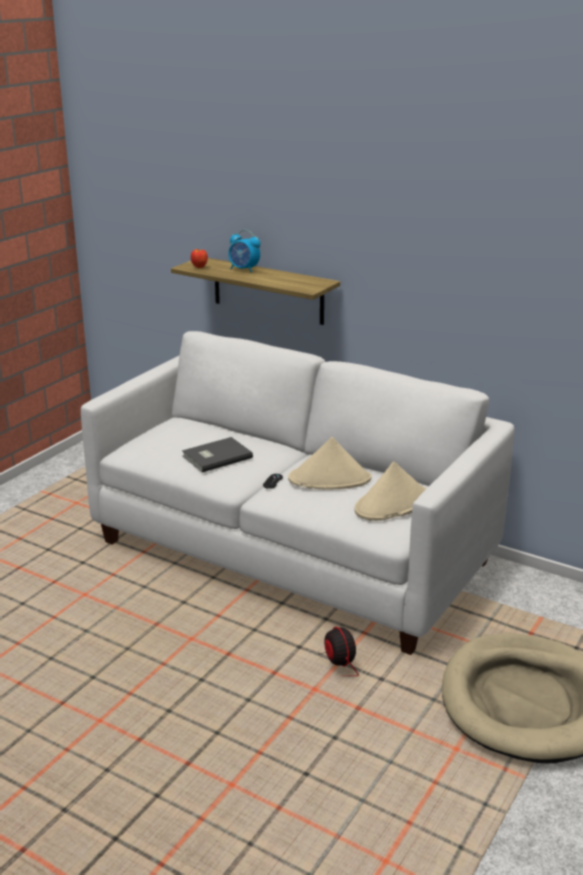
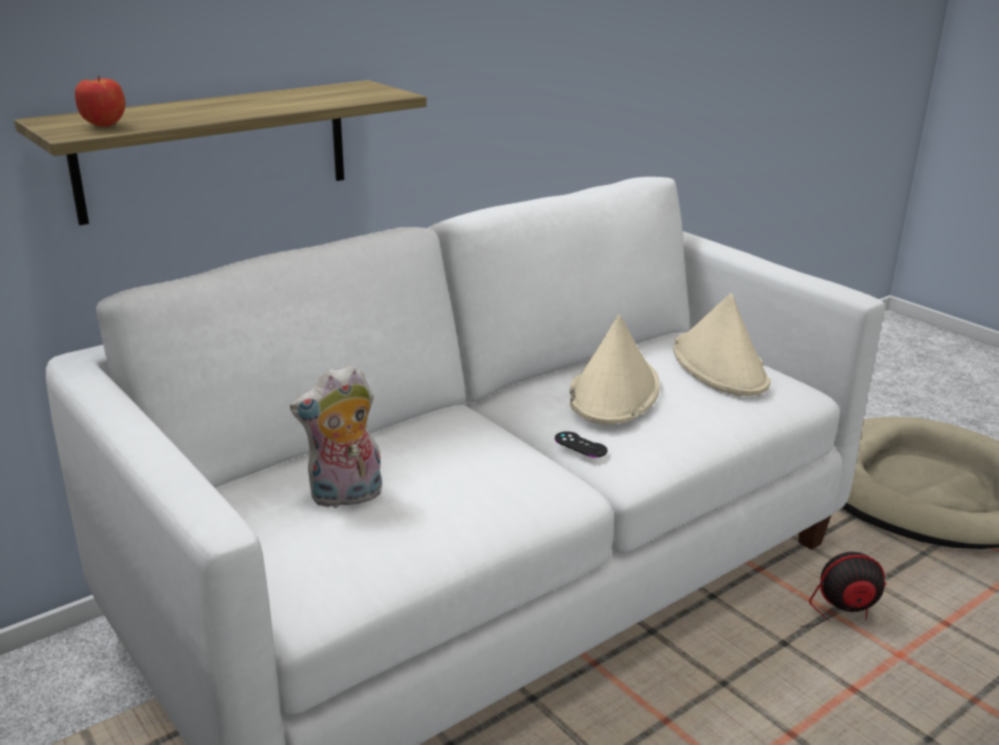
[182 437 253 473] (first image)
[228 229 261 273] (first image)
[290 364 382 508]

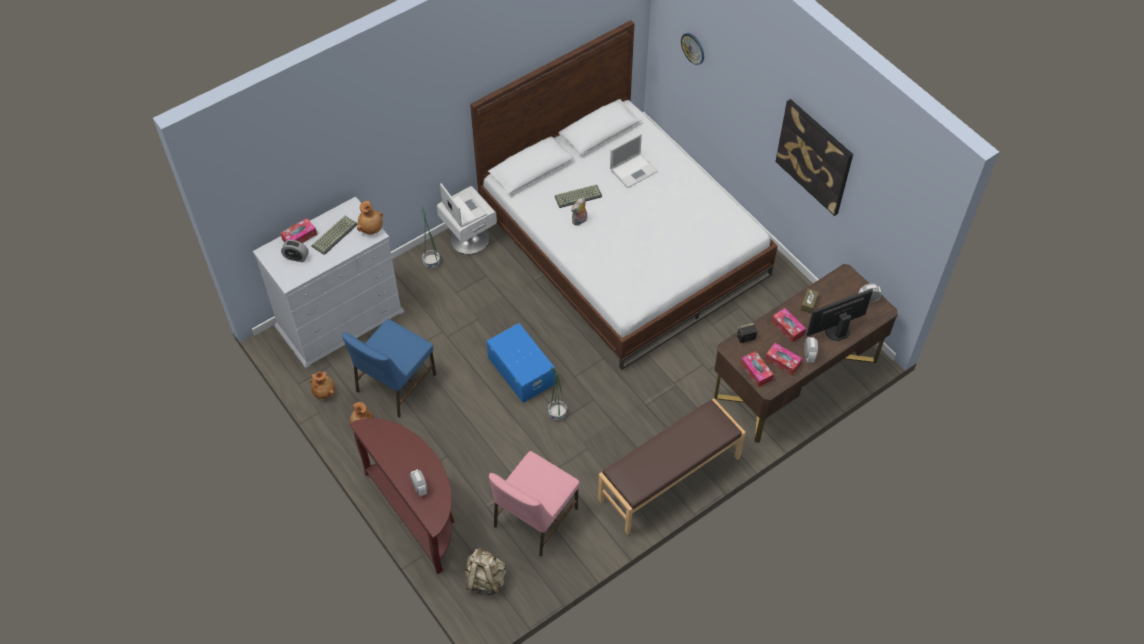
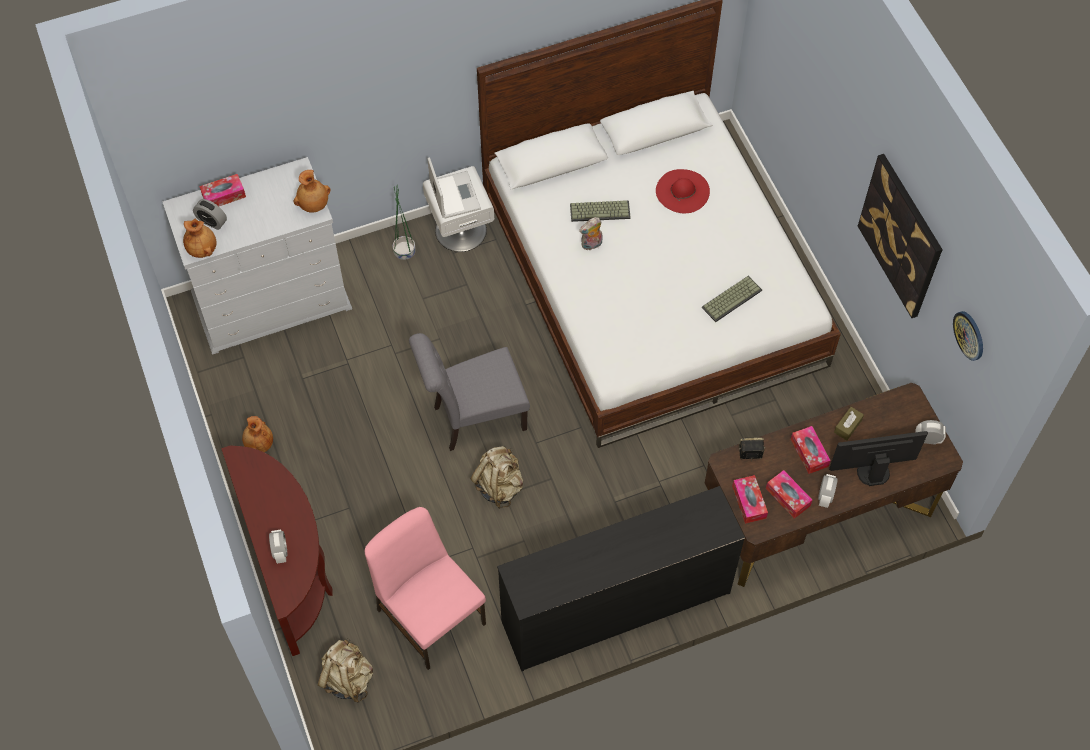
[342 319 436 418] (first image)
[183 219 217 258]
[702 276 762 322]
[953 311 983 361]
[409 333 530 451]
[471 446 523 509]
[497 486 745 671]
[656 169 710 213]
[365 507 486 670]

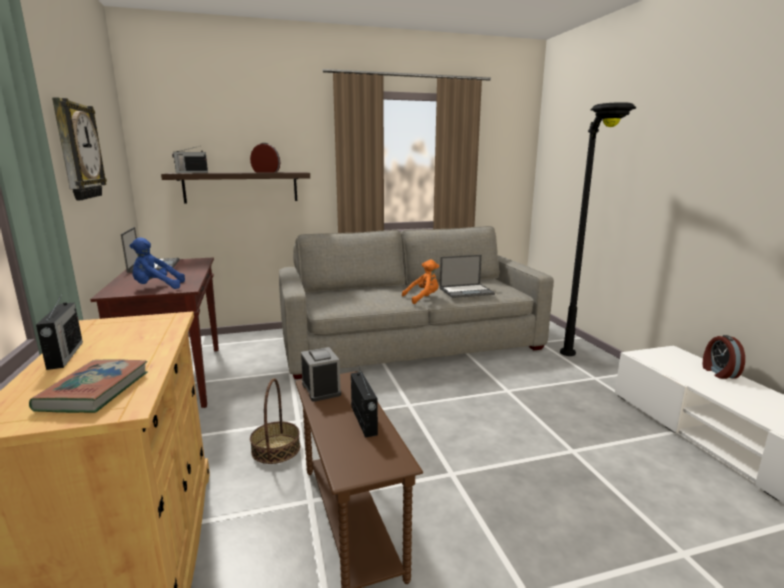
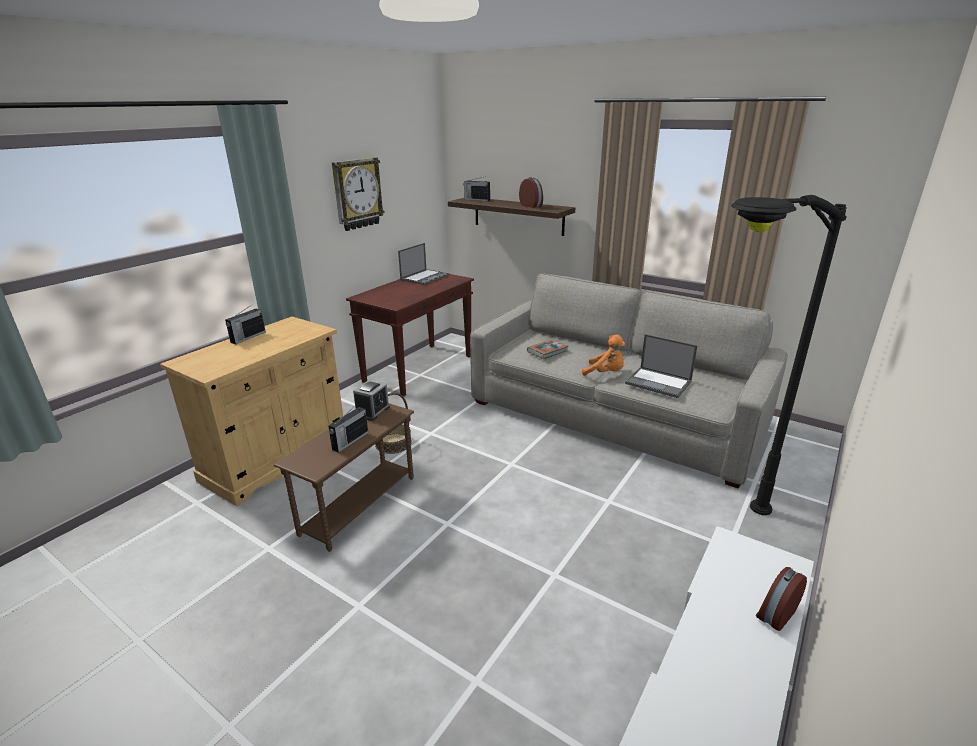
[129 238 185 289] (first image)
[527 339 569 359]

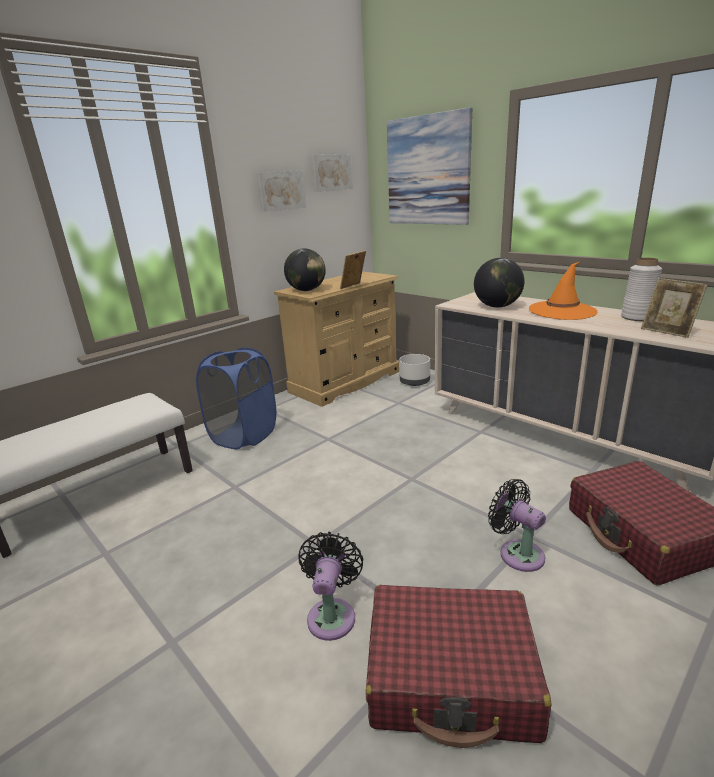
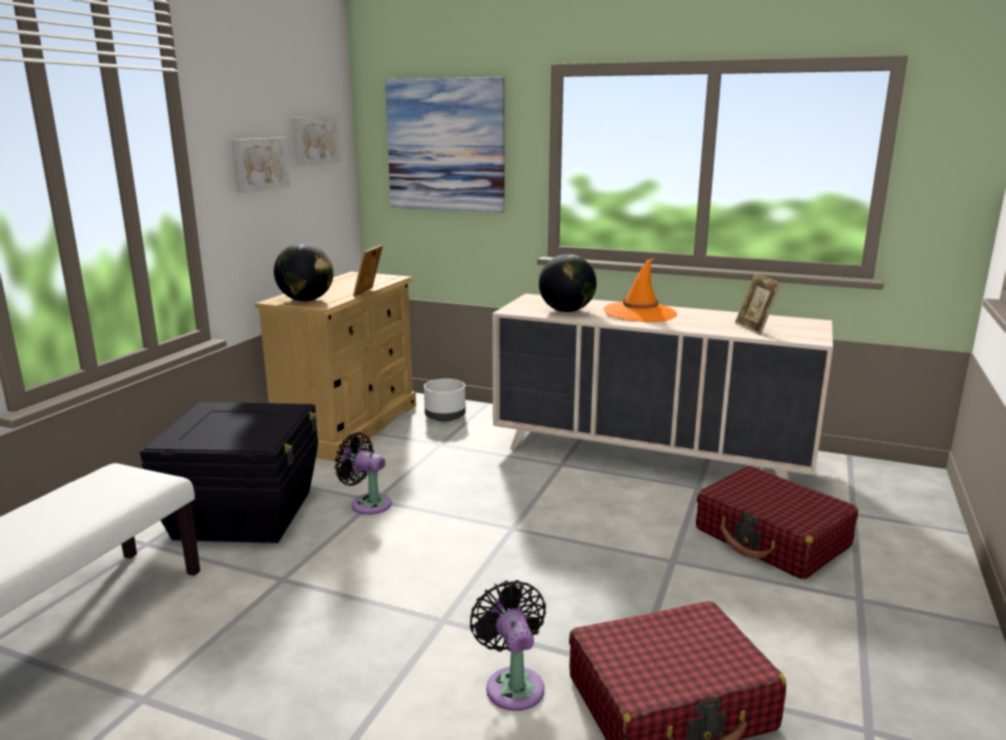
[621 258 662 321] (first image)
[334 433 392 515]
[140 402 318 543]
[735 273 782 335]

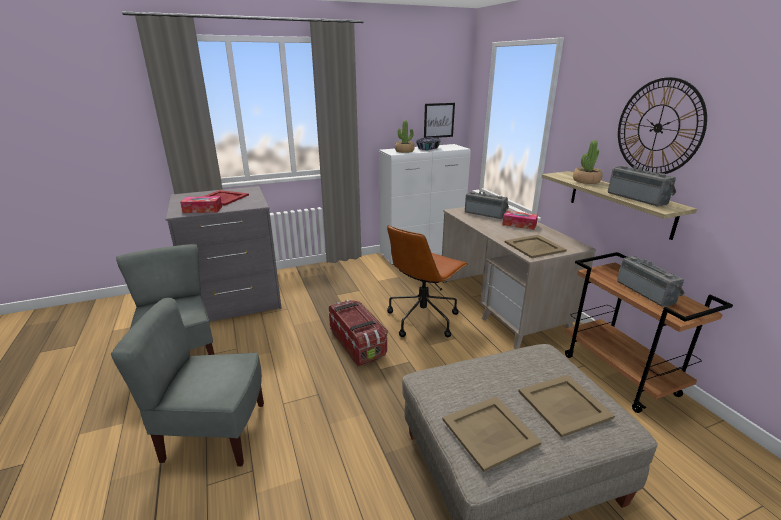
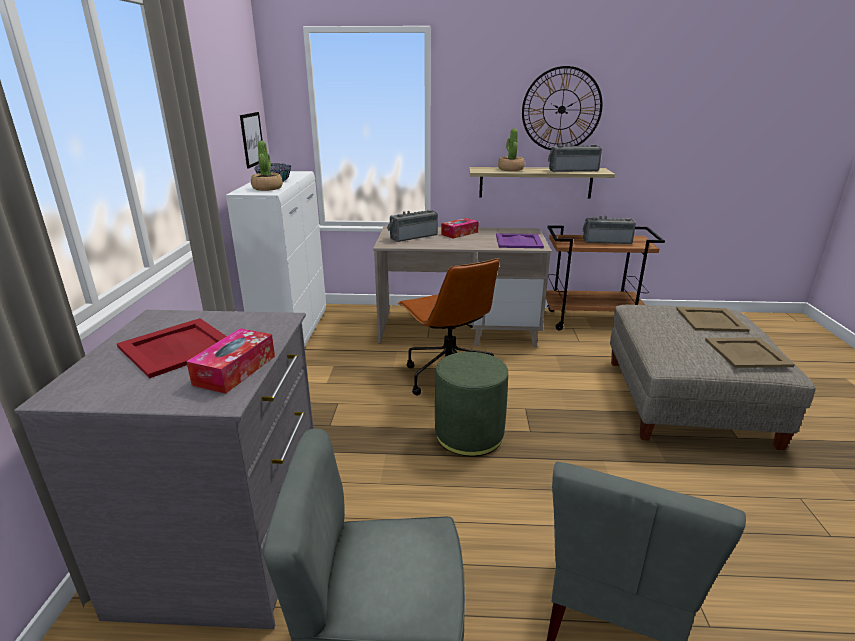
[435 352 508 457]
[496 233 544 248]

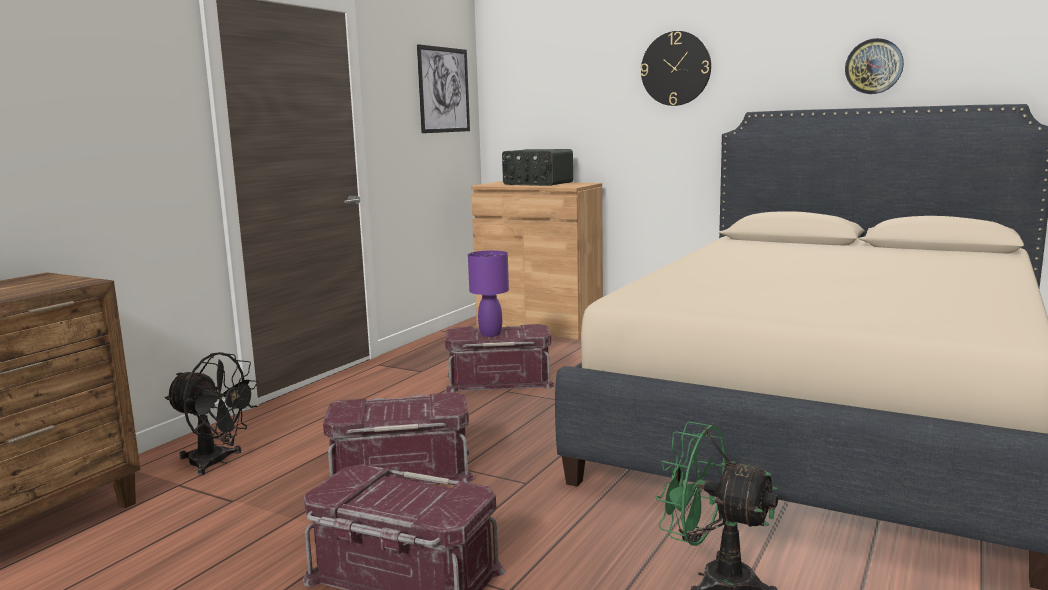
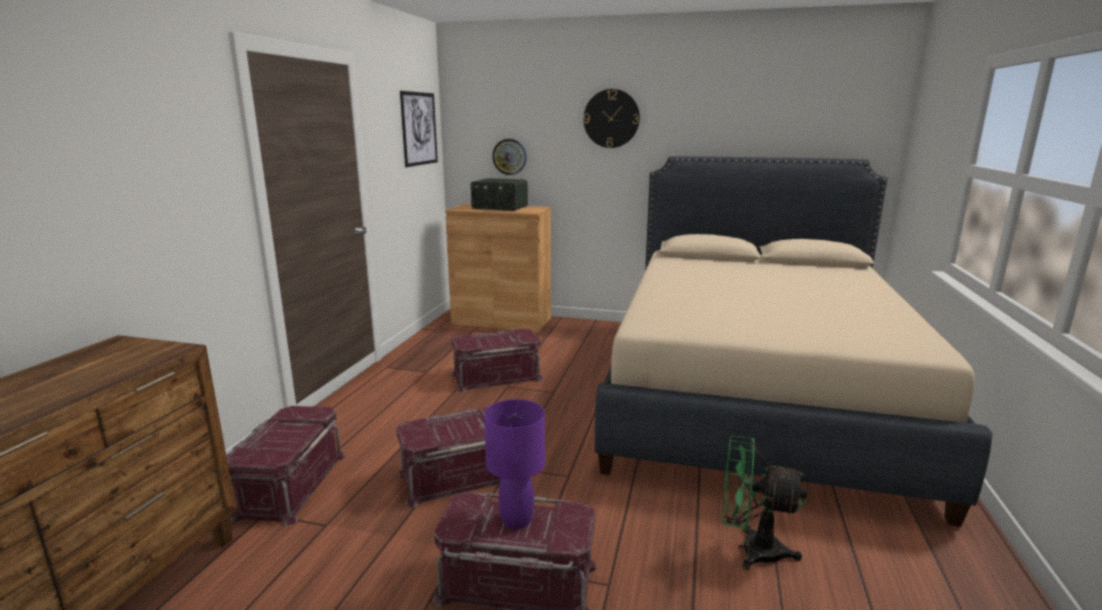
[484 399 545 529]
[492 139 527 175]
[227 406 346 526]

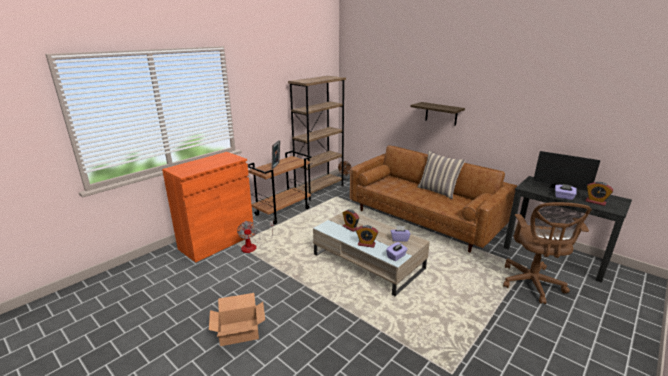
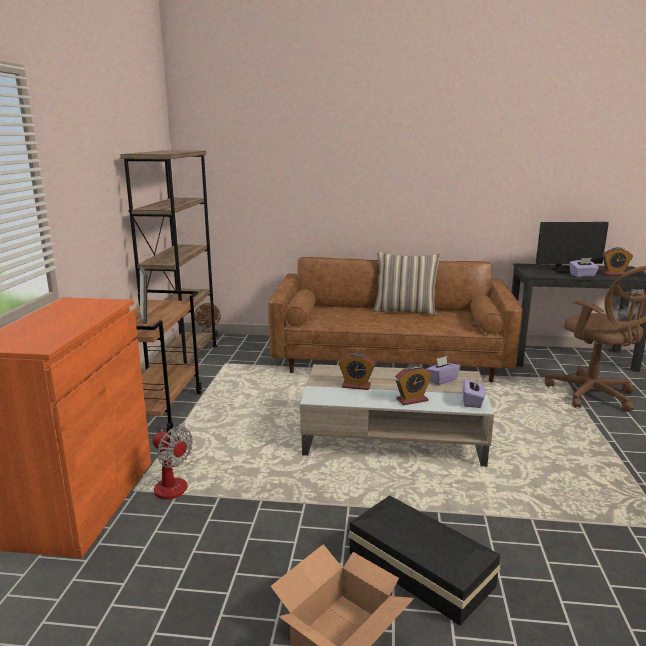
[410 102 465 126] (first image)
[348 495 501 625]

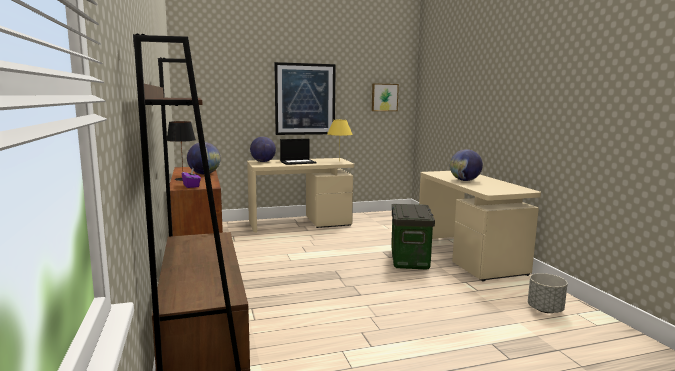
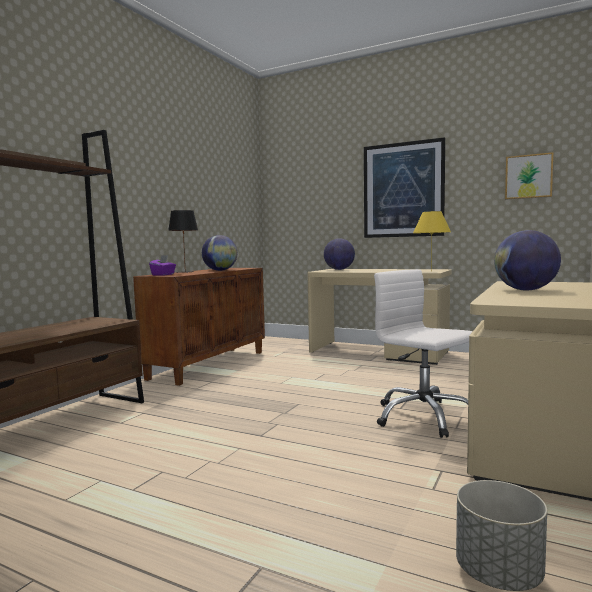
[280 139 317 165] (first image)
[374 269 473 438]

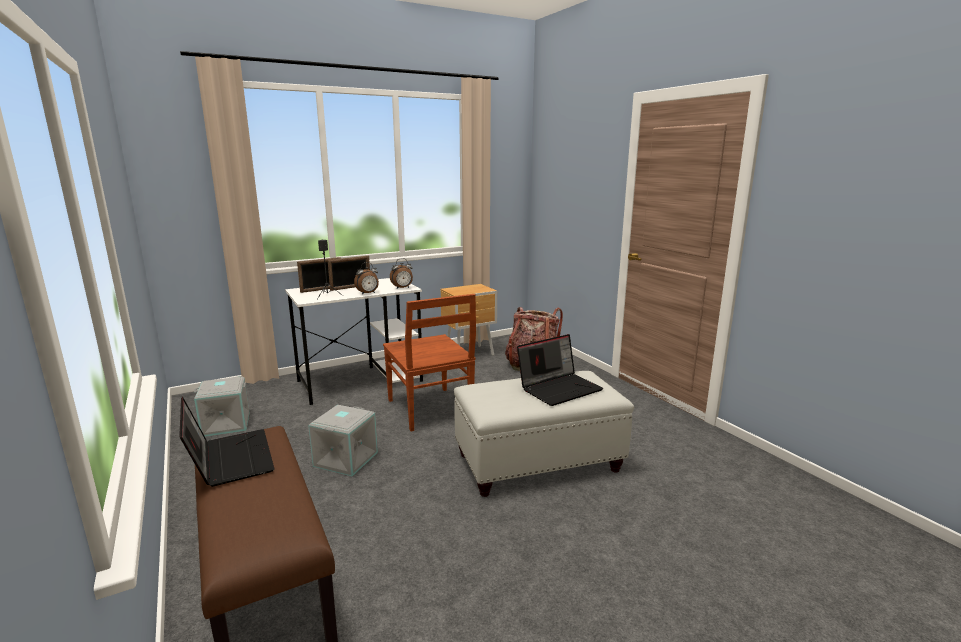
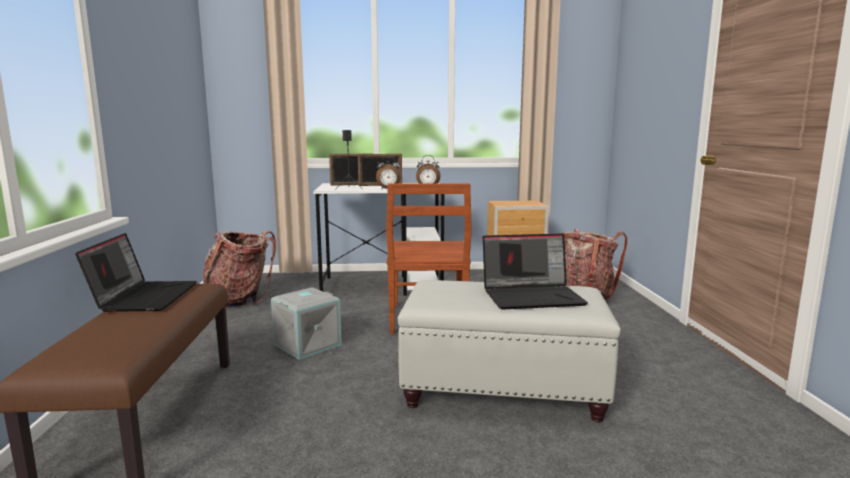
[203 231 276 308]

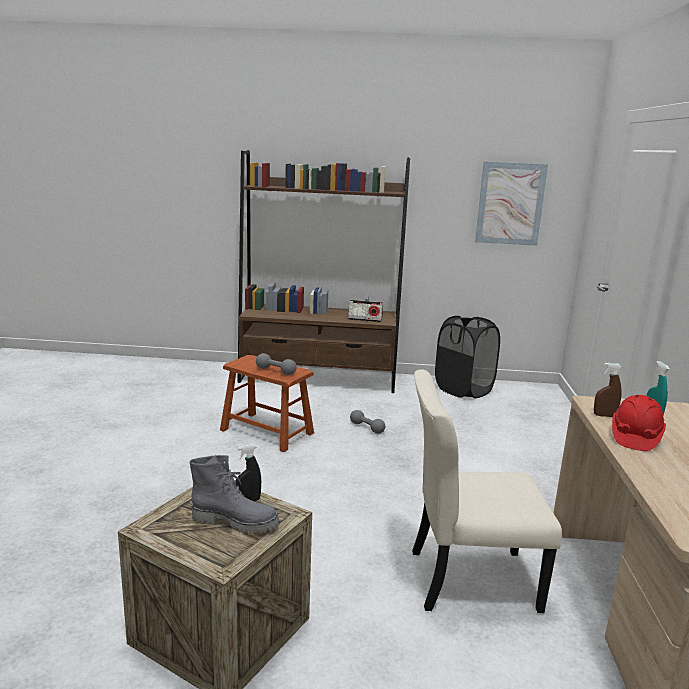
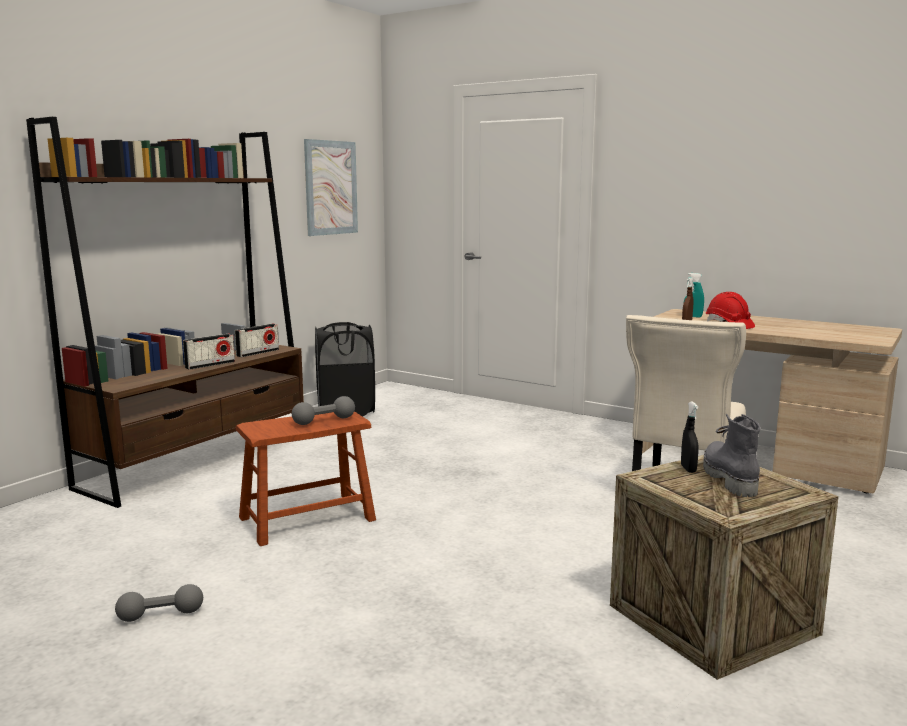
[183 334 235 370]
[115 584 203 622]
[703 414 761 497]

